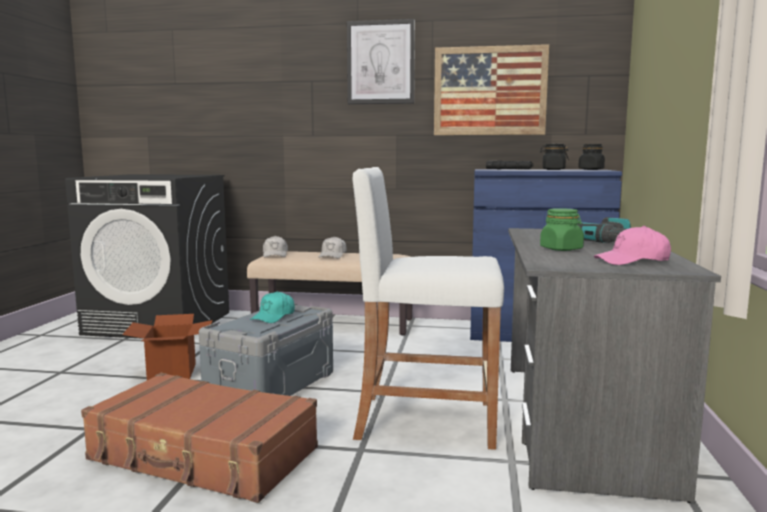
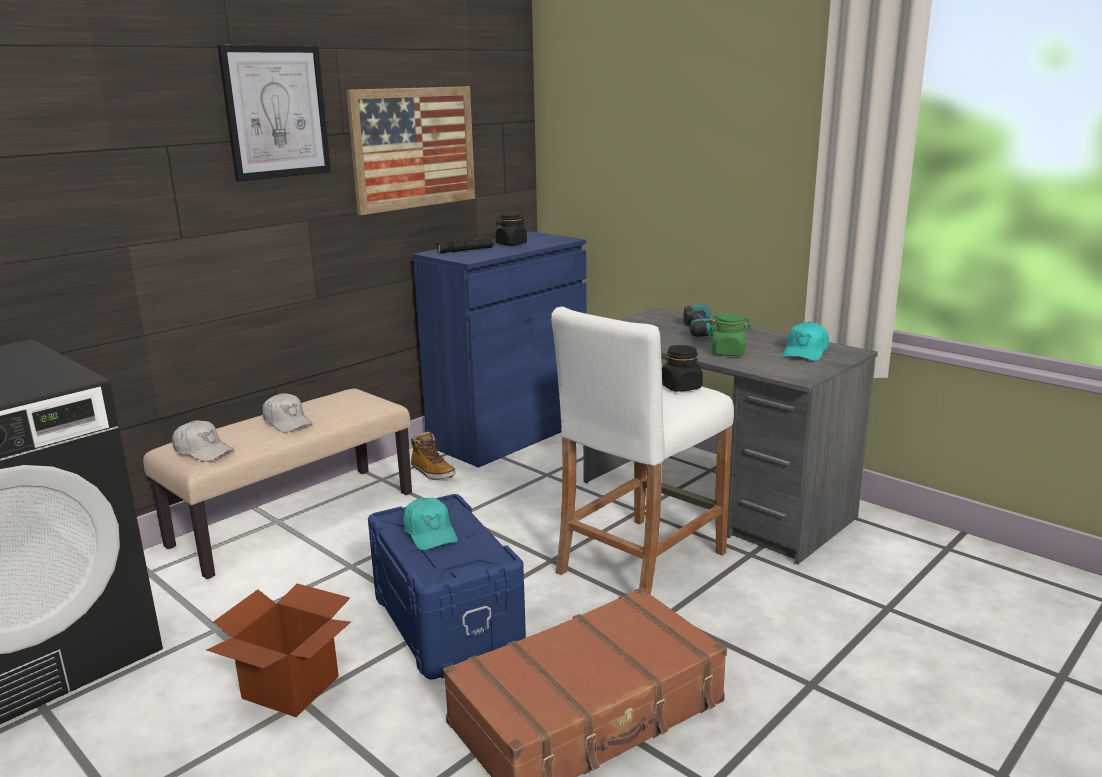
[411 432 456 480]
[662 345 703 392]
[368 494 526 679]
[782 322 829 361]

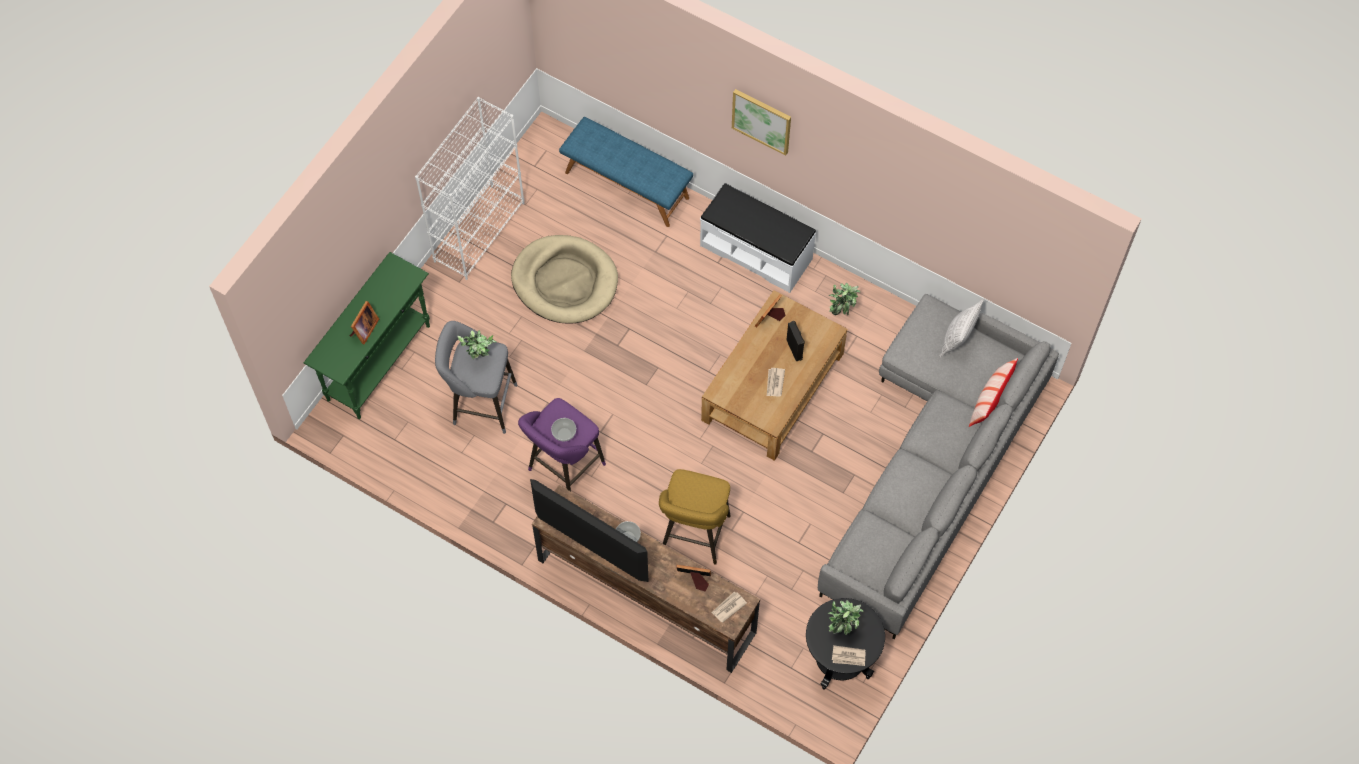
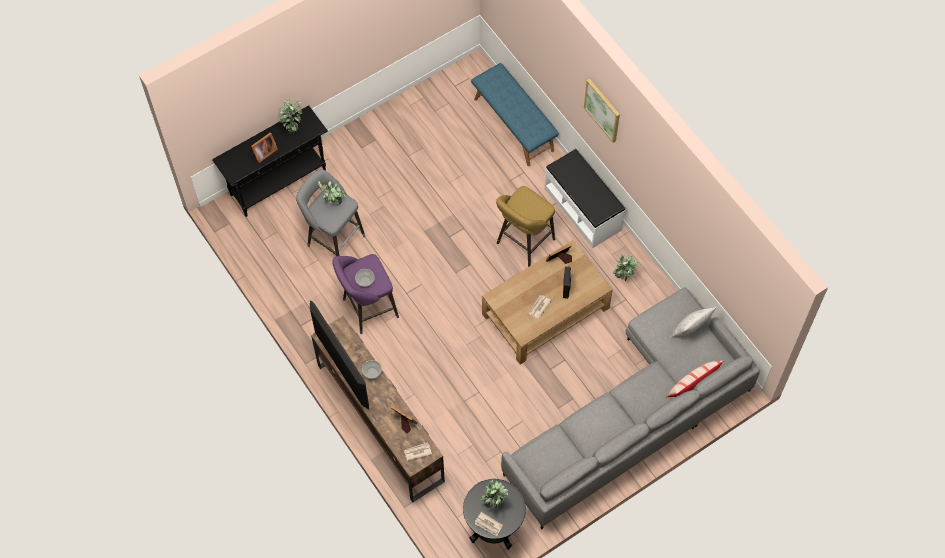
[415 97 525 280] (first image)
[511 235 618 324] (first image)
[277 100 302 134]
[496 186 555 267]
[212 105 328 217]

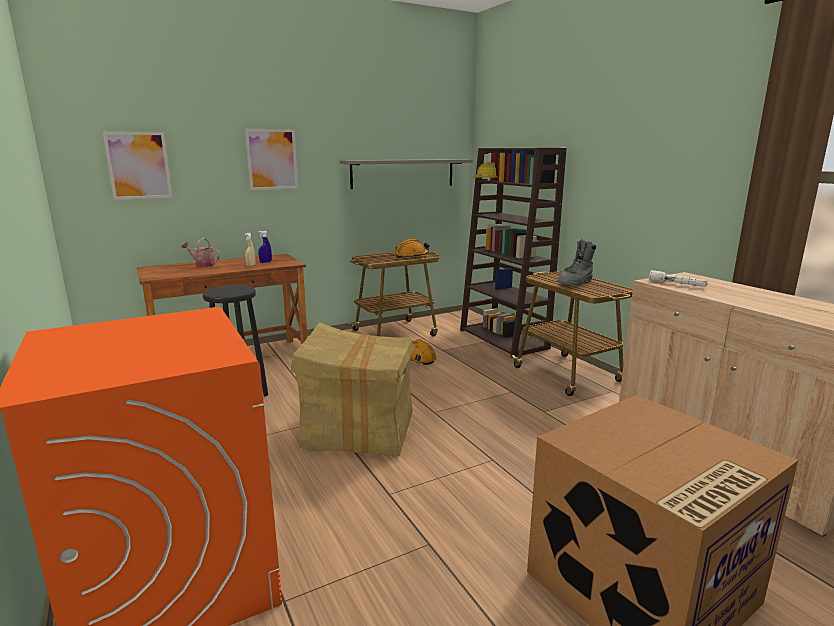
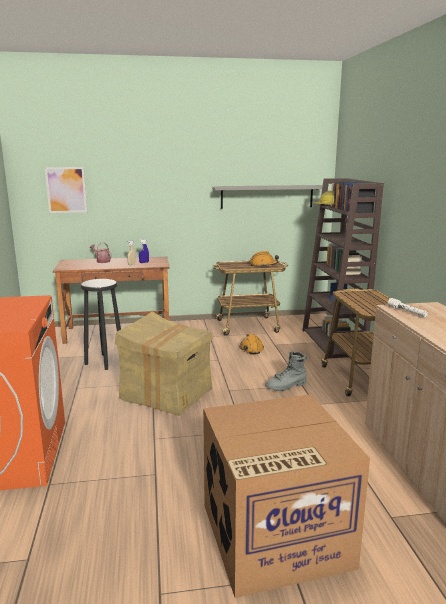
[245 129 298 190] (first image)
[265 351 307 391]

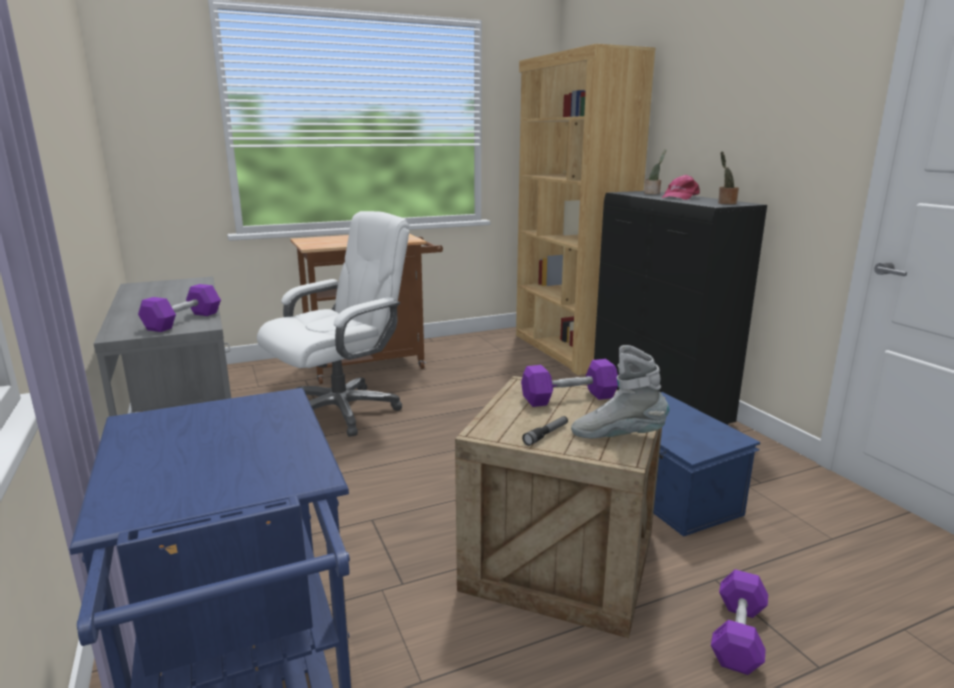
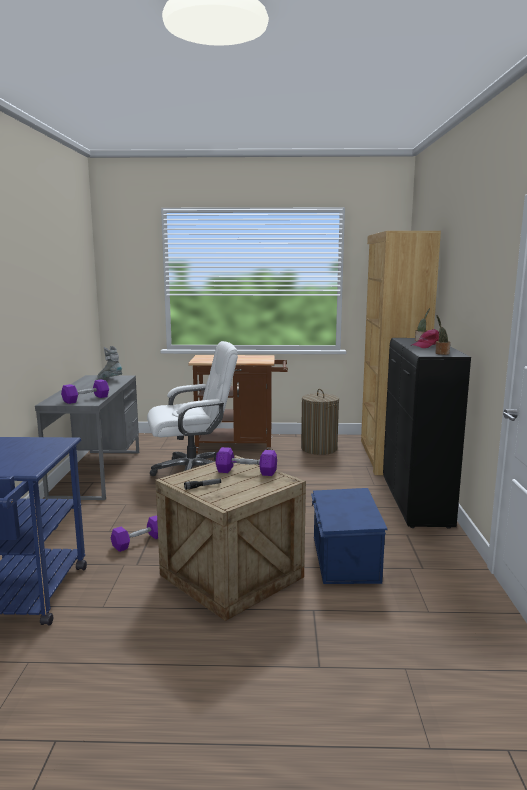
[301 389 339 455]
[97 346 122 379]
[111 515 158 552]

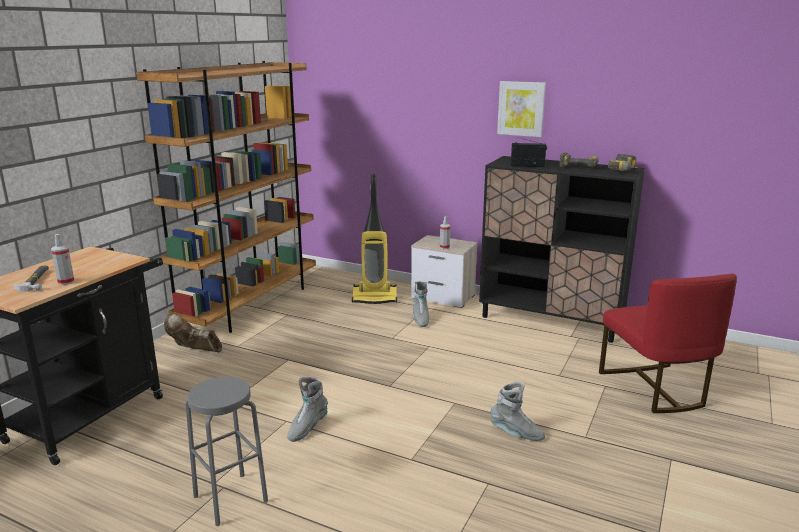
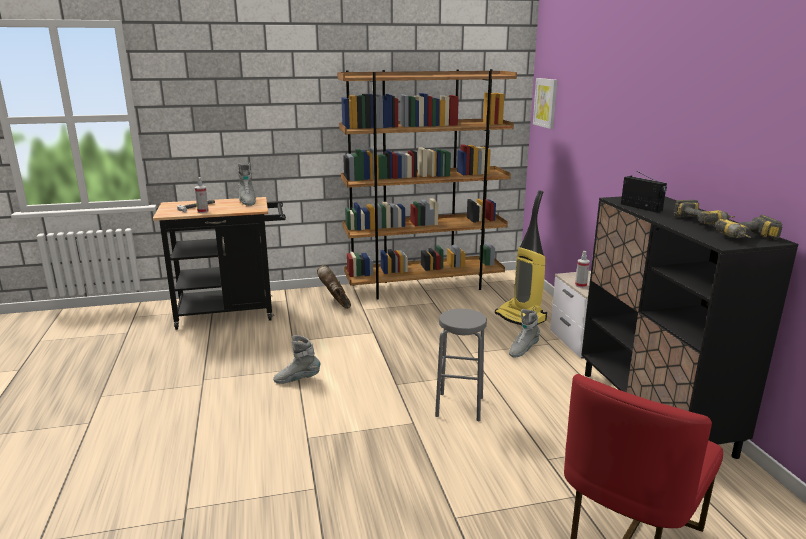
[435 309 487 422]
[238 163 256 206]
[533 78 557 129]

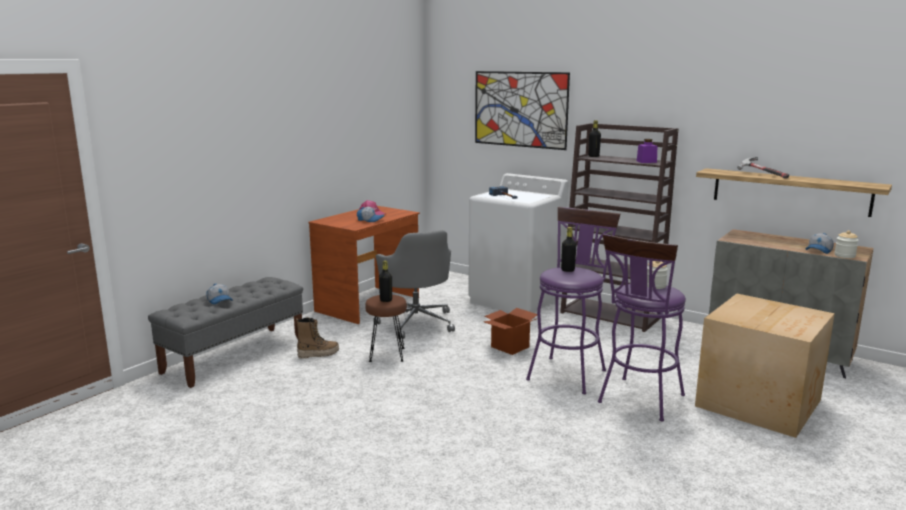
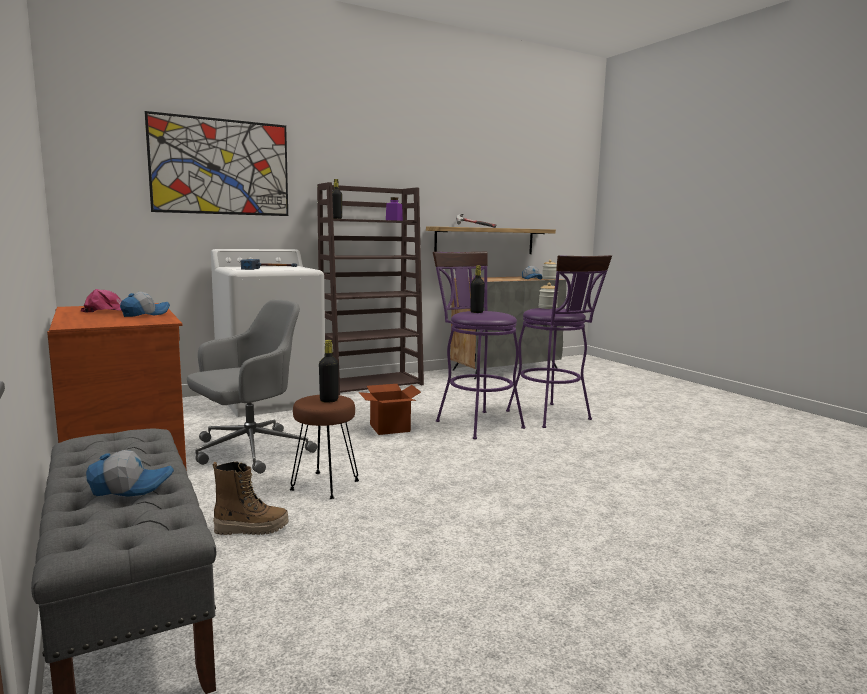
[695 294 835 438] (first image)
[213 462 288 535]
[187 300 317 474]

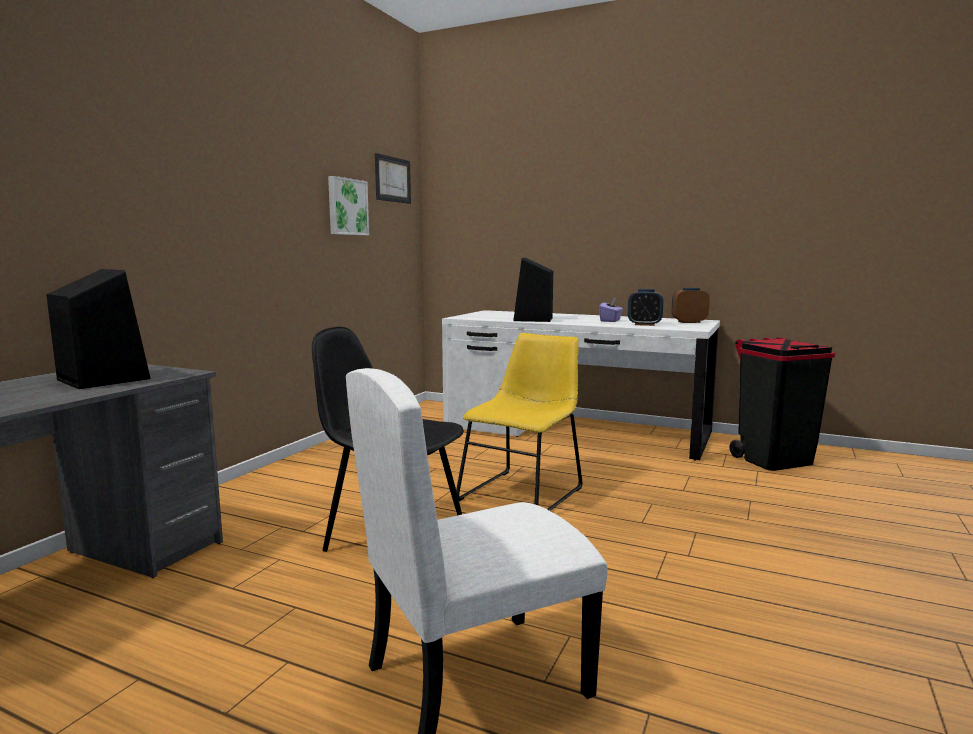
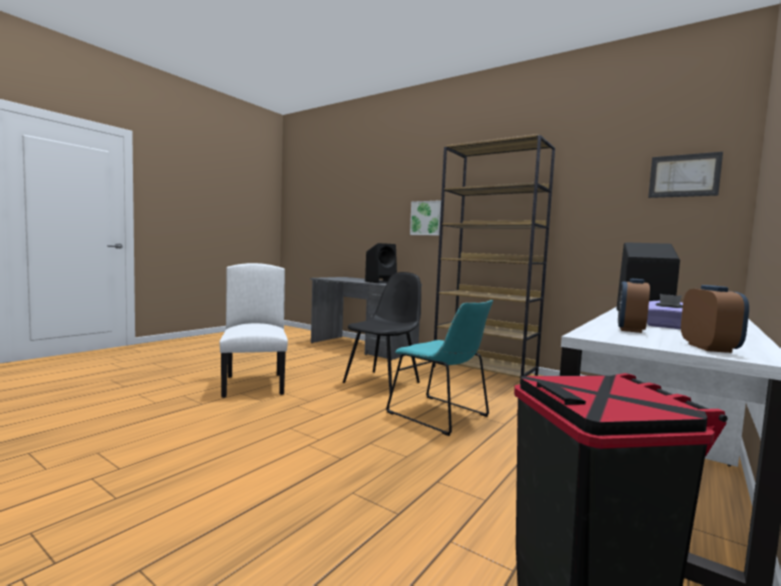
[434 134 555 384]
[410 200 441 235]
[386 300 493 436]

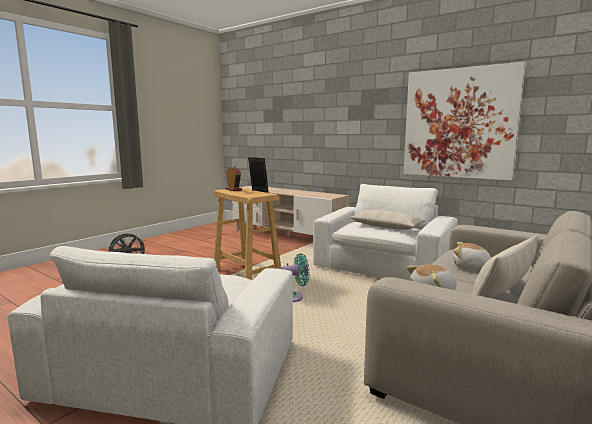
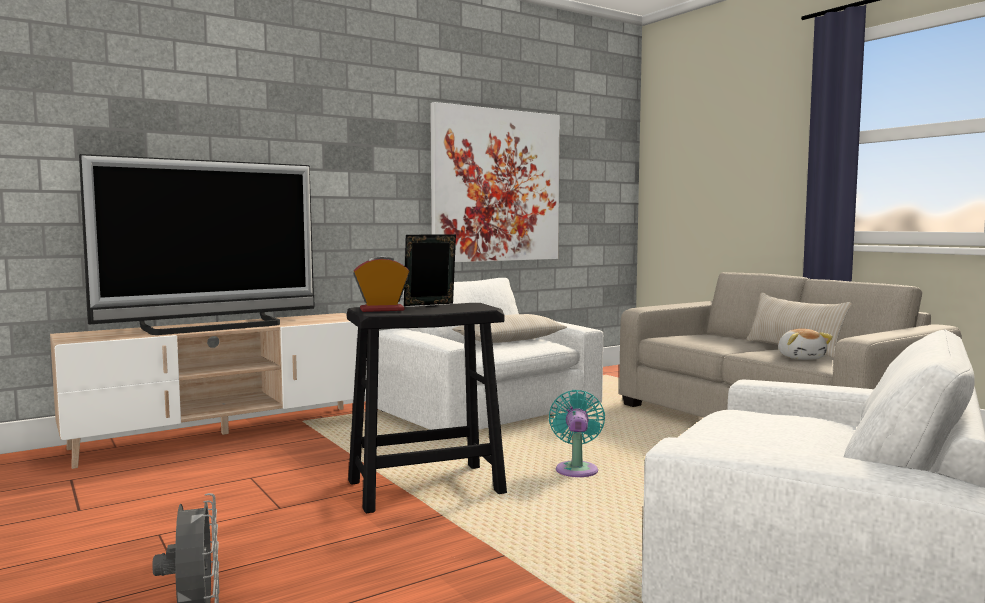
[453 242 491 270] (first image)
[79 154 314 335]
[347 303 507 513]

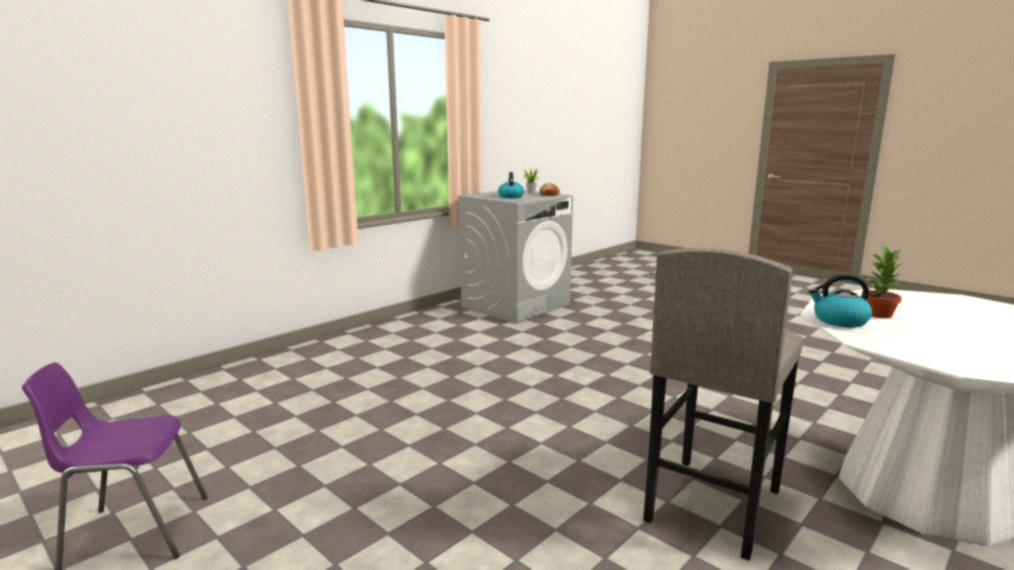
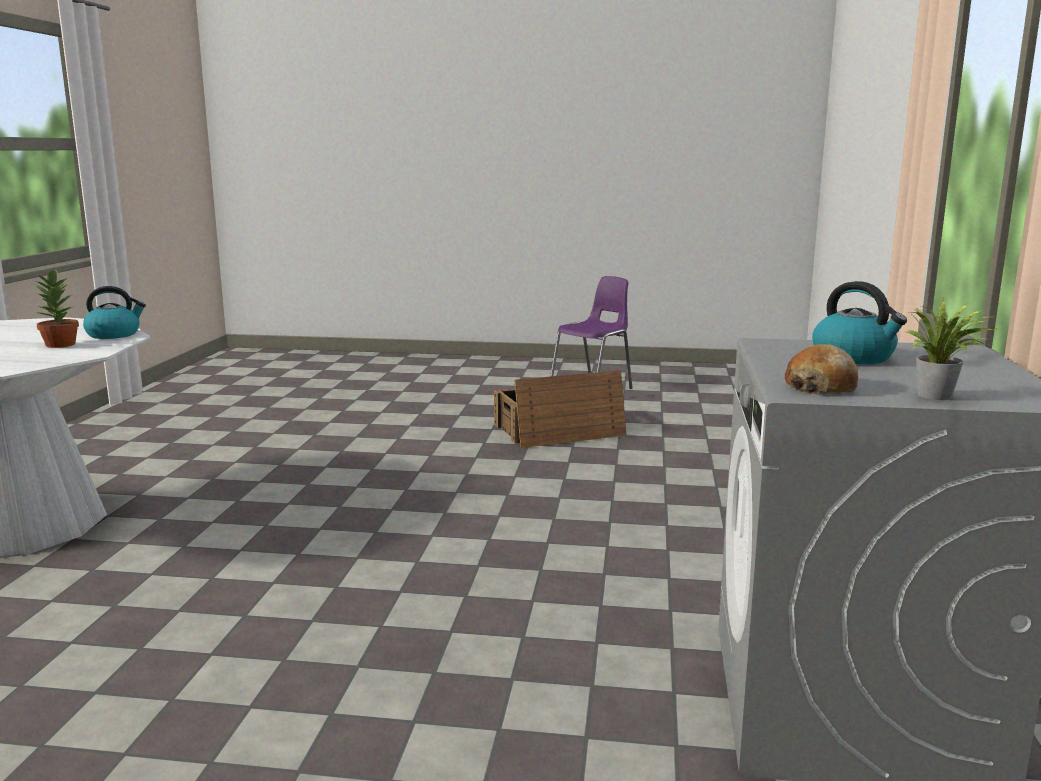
[643 248 803 561] (first image)
[494 370 627 448]

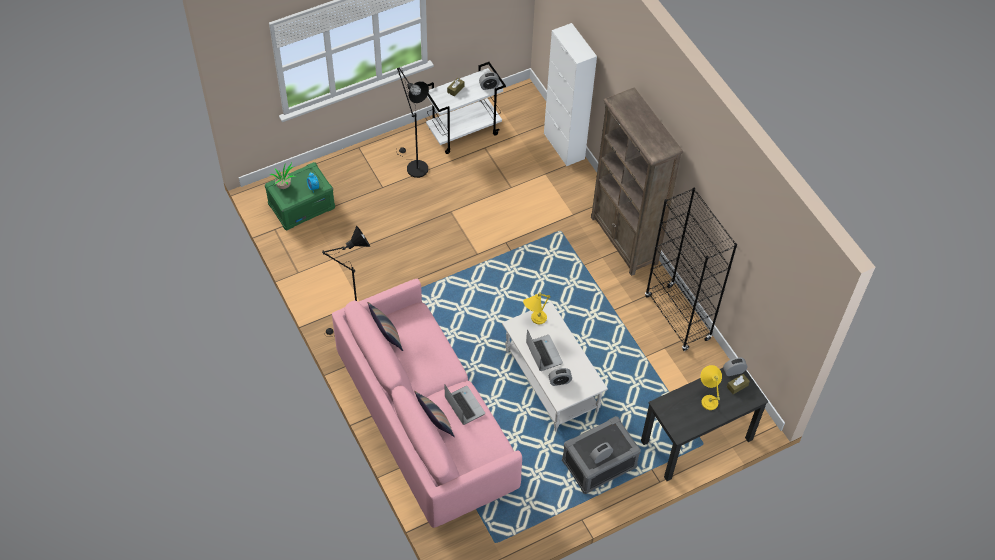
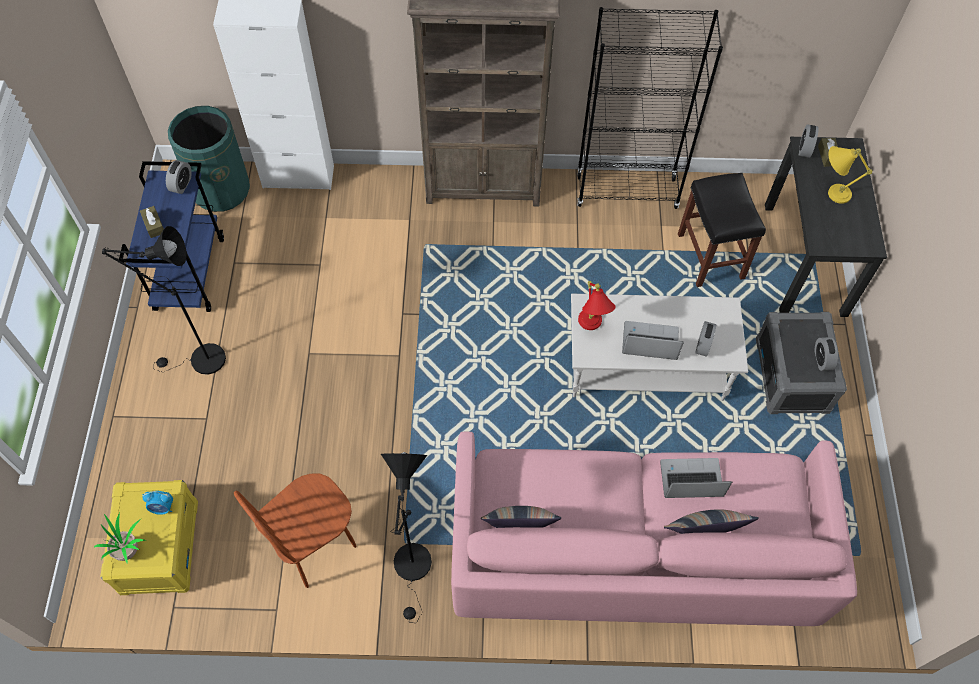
[168 106 250 212]
[234 474 357 588]
[678 173 766 287]
[100 480 198 595]
[119 161 224 312]
[578 281 616 330]

